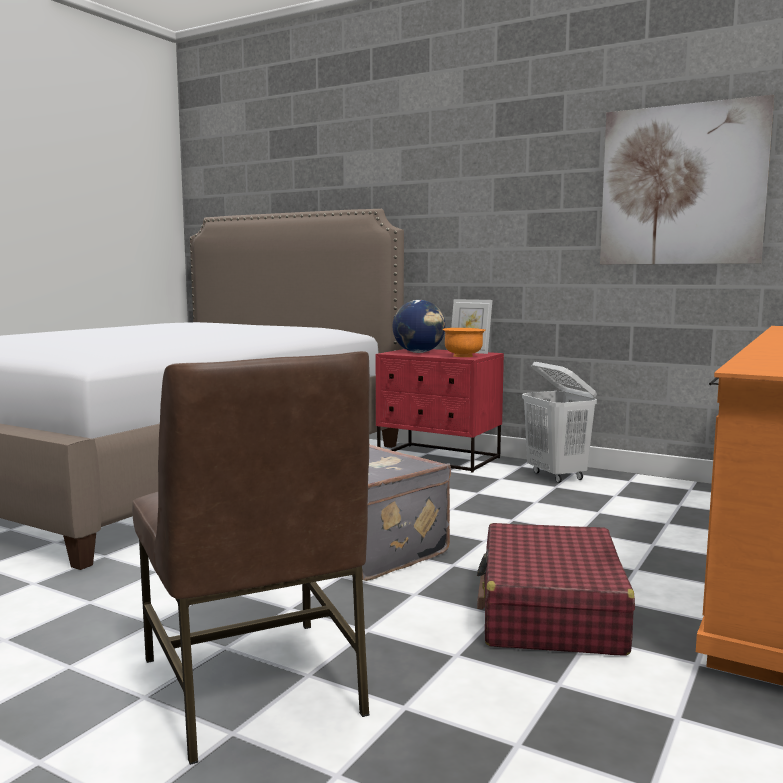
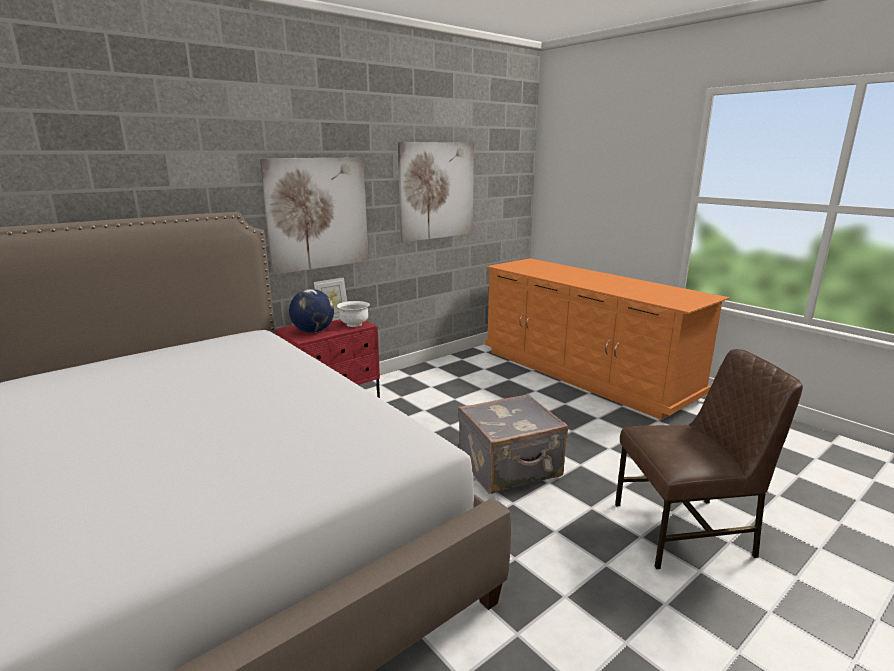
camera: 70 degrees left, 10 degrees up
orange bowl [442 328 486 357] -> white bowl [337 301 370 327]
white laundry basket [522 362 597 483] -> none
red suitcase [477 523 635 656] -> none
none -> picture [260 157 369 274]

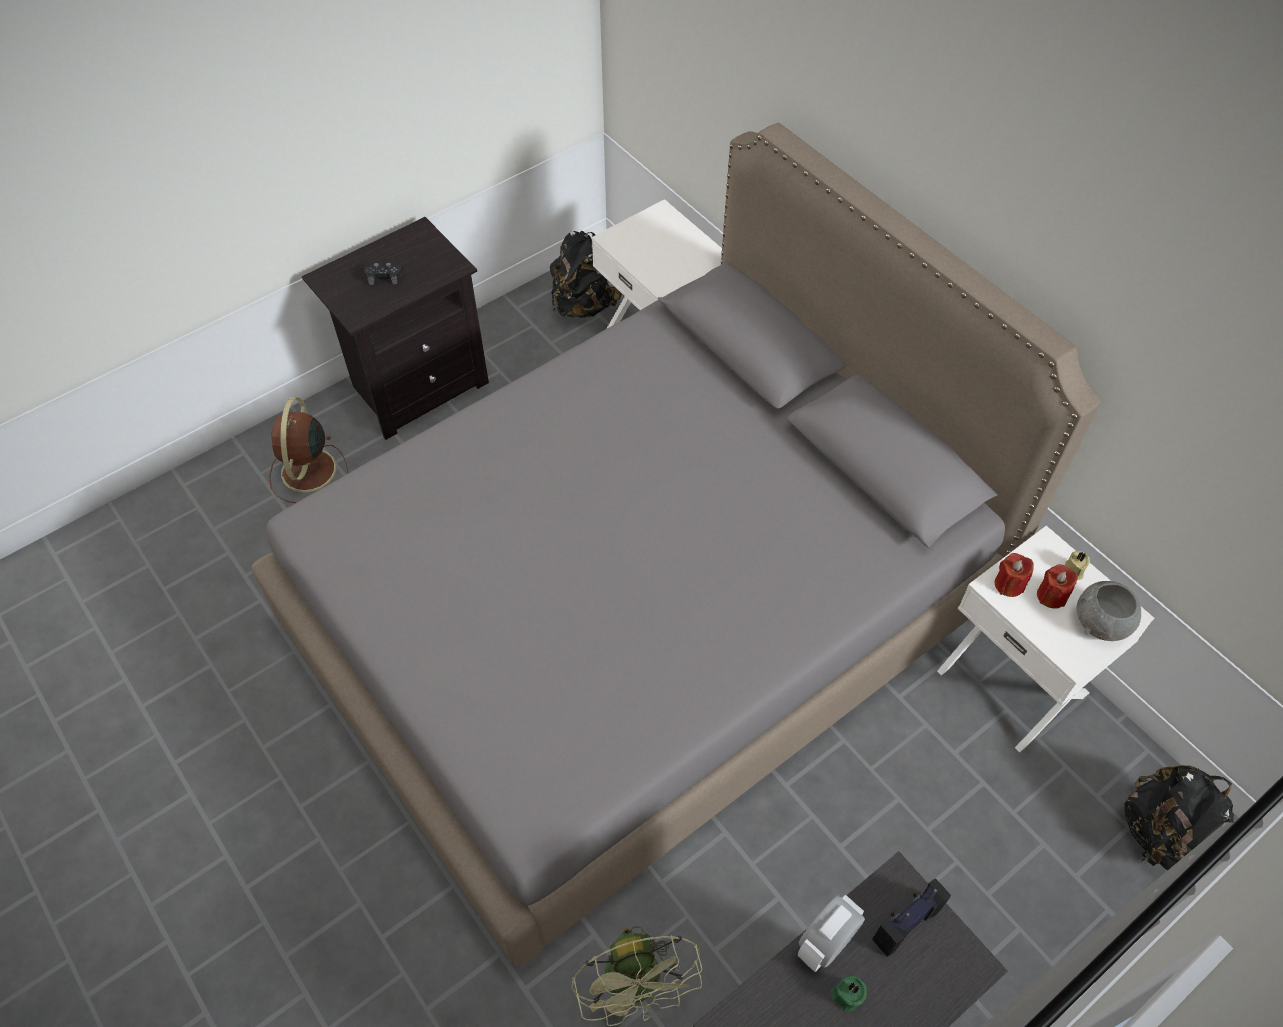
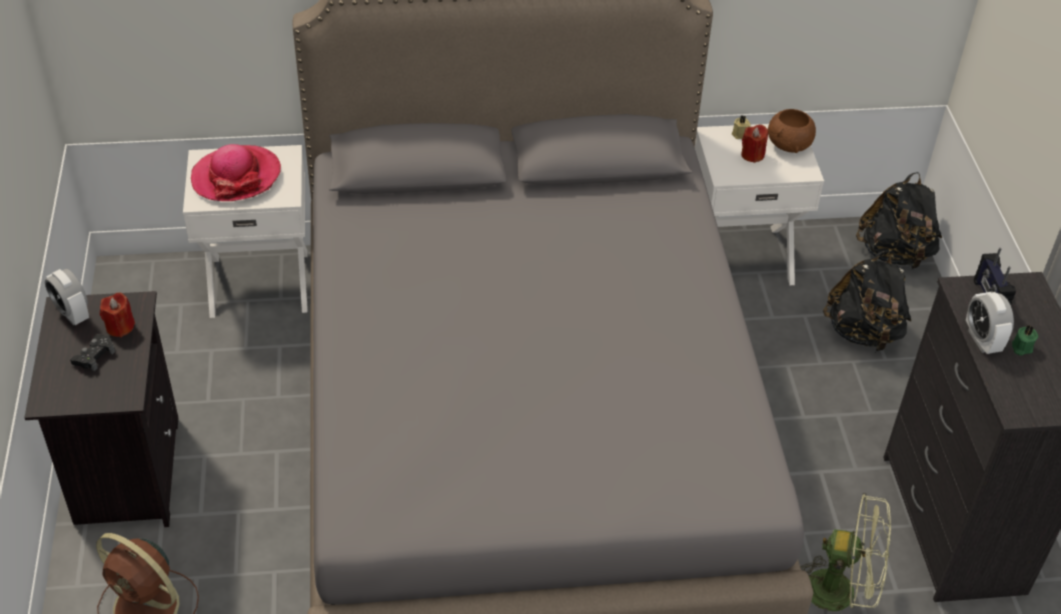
camera: 60 degrees left, 10 degrees down
black backpack [550 231 622 318] -> black backpack [823 250 911 351], shifted
red candle [995 553 1034 597] -> red candle [100 292 135 337], shifted
grey bowl [1077 581 1141 641] -> brown bowl [768 109 816 153]
none -> hat [191 144 281 201]
none -> alarm clock [45 269 89 325]

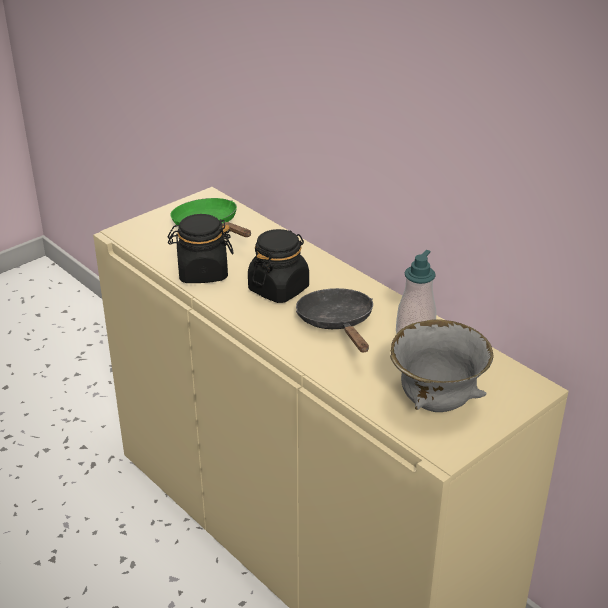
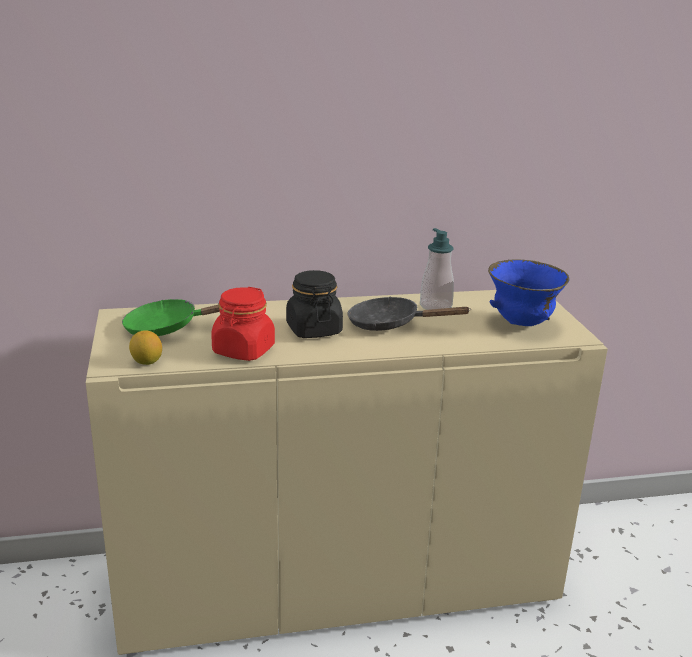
camera: 60 degrees left, 10 degrees down
black jar [168 214 234 283] -> red jar [211 287 275 361]
grey bowl [390 319 493 412] -> blue bowl [488 259 569 326]
none -> lemon [129 330 162 365]

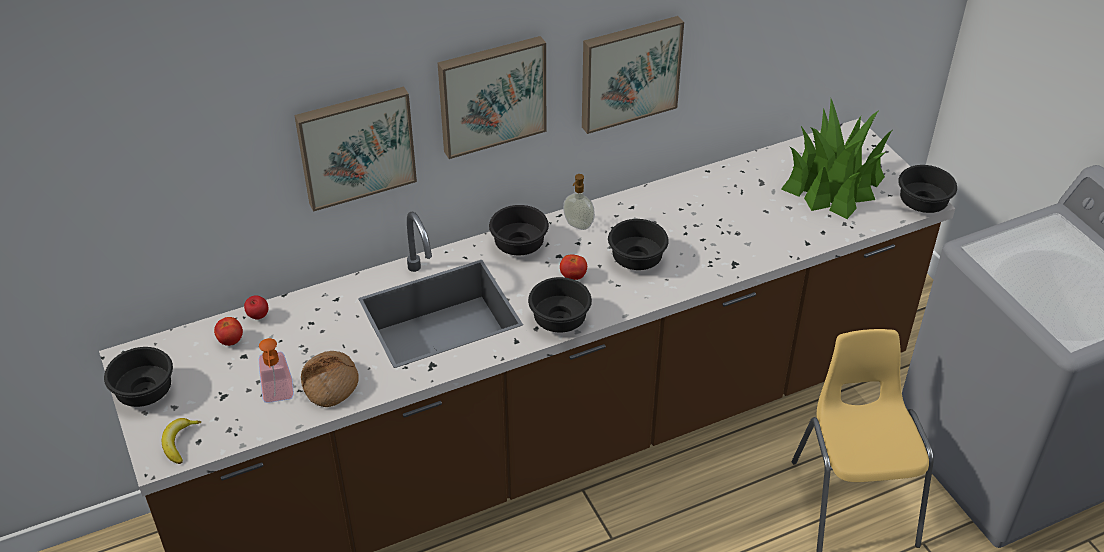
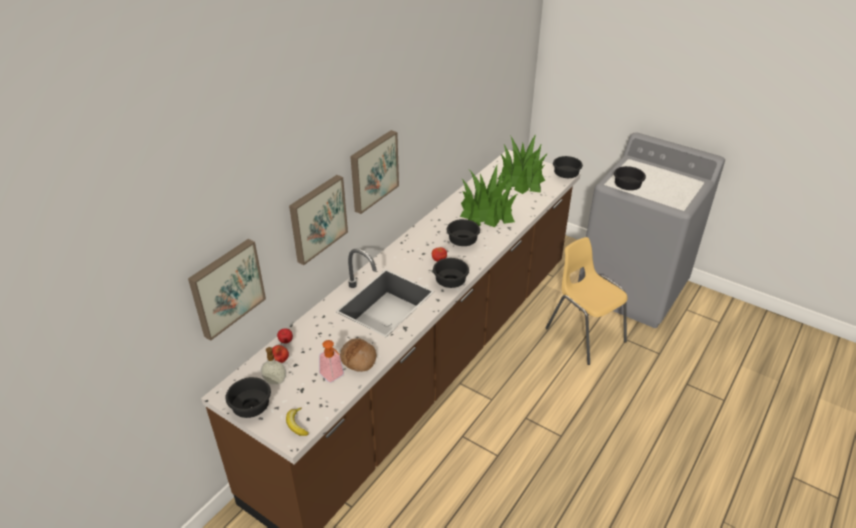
camera: 30 degrees left, 5 degrees down
picture [582 16 684 134] -> picture [188 239 266 341], shifted
soap dispenser [563 174 595 230] -> soap dispenser [261 347 286 384], shifted
black bowl [489 205 549 255] -> black bowl [614 166 646 190], shifted
none -> potted plant [460 165 518 227]

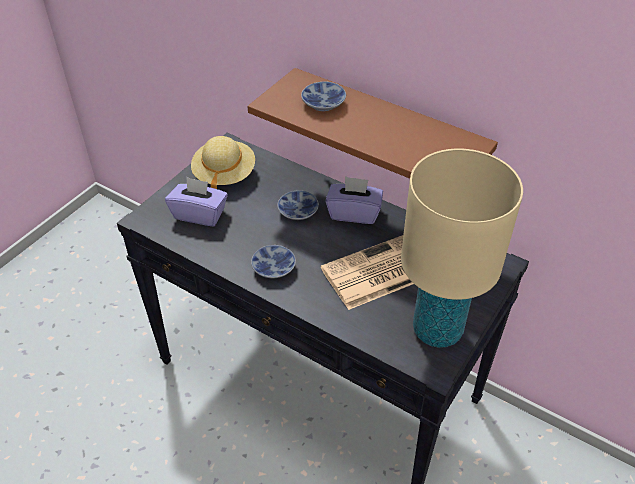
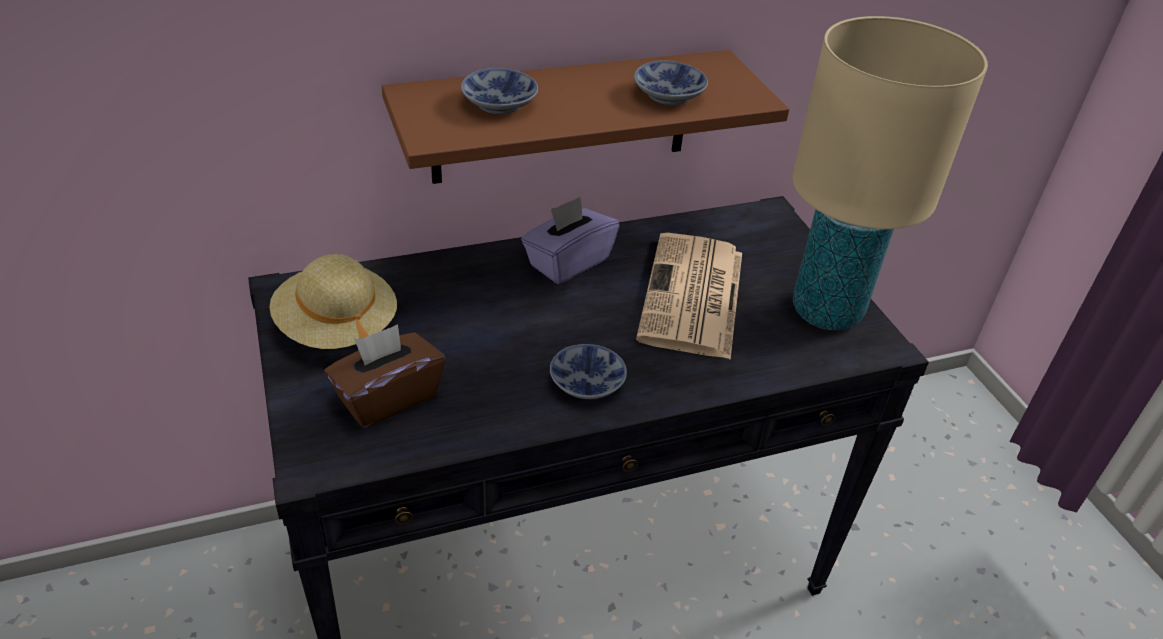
camera: 55 degrees left, 5 degrees down
purple tissue box [165 177 228 226] -> brown tissue box [324 324 445 428]
bowl [277 190 319 220] -> bowl [634 60 708 105], shifted

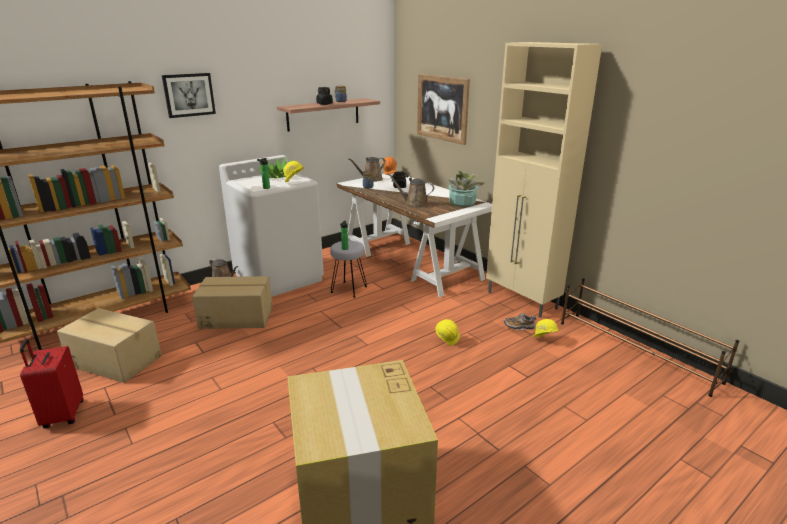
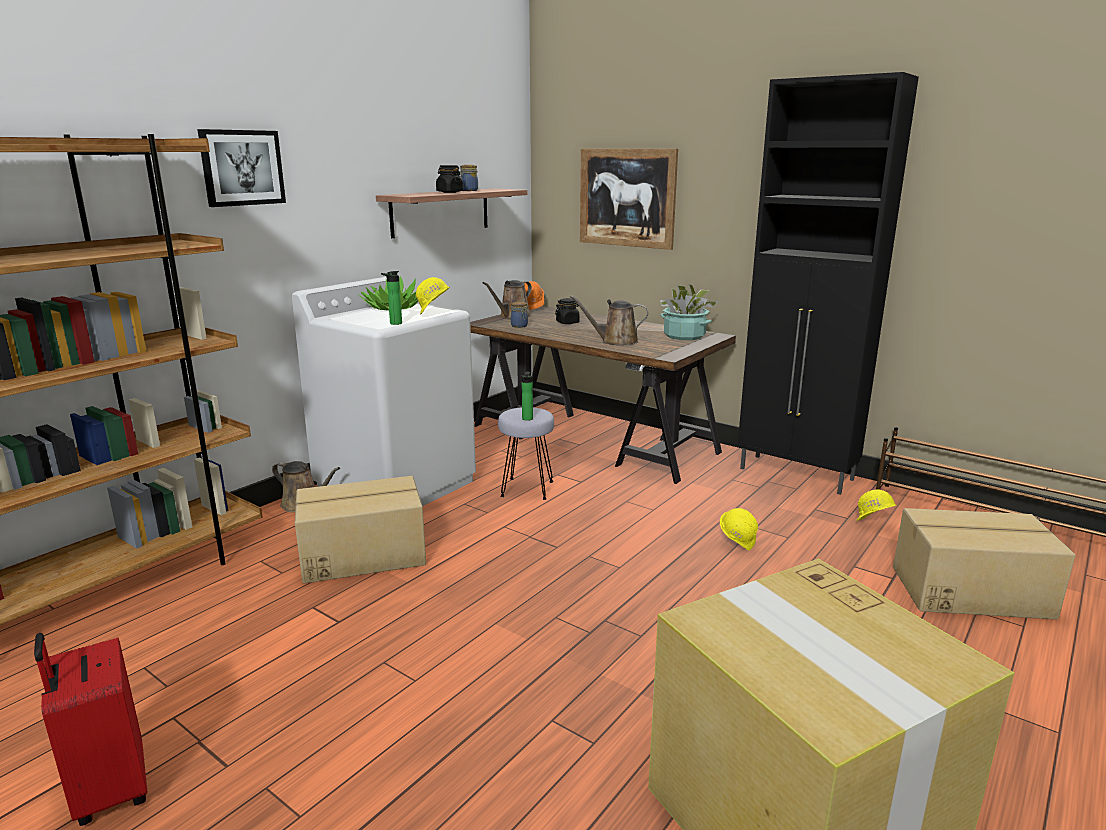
camera: 15 degrees left, 5 degrees down
beige cabinet [486 42 602 318] -> black cabinet [738 72 919 495]
white desk [337 174 492 298] -> brown desk [470 306 736 484]
cardboard box [57 308 162 383] -> cardboard box [893 508 1076 620], shifted
shoe [504 313 537 330] -> none

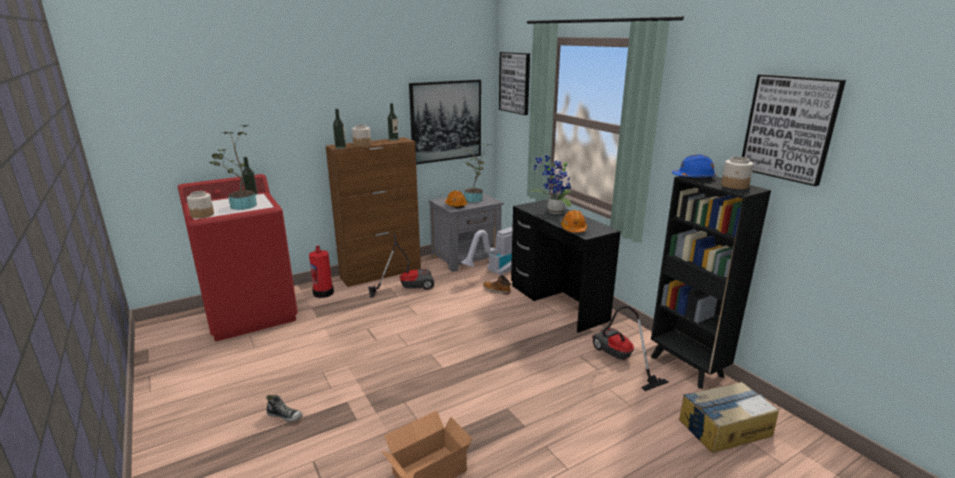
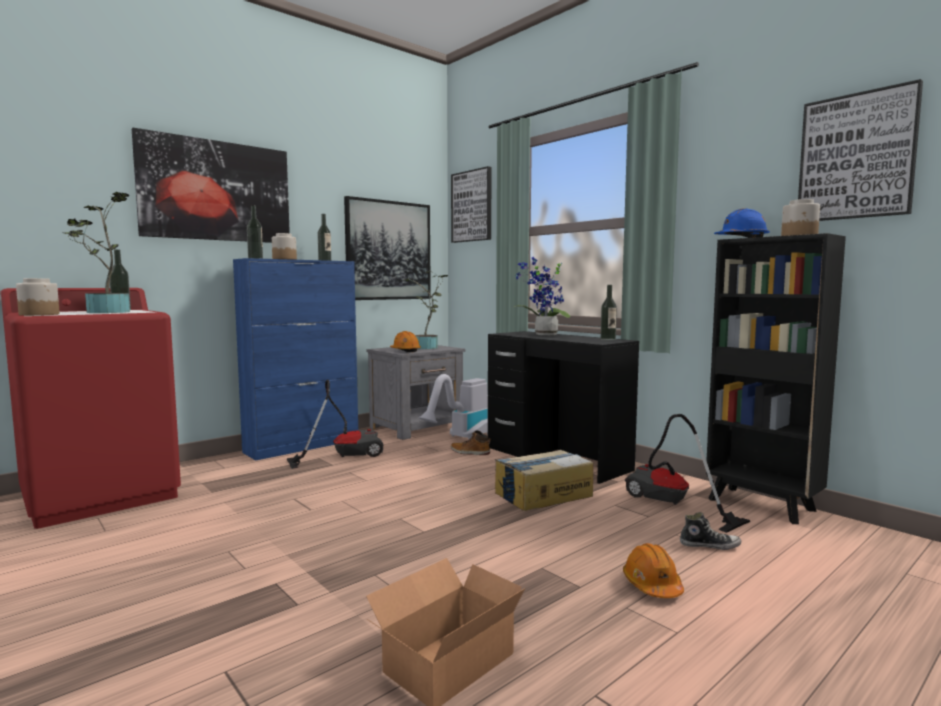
camera: 10 degrees left, 15 degrees down
brown cabinet [326 137 421 287] -> blue cabinet [233 258 358 461]
orange hard hat [561 210 587 233] -> orange hard hat [623 543 684 598], shifted
fire extinguisher [309 245 334 298] -> none
cardboard box [679 382 779 453] -> cardboard box [495 450 593 511], shifted
shoe [266 395 303 422] -> shoe [680 512 741 550], shifted
none -> picture [132 128 290 243]
none -> bottle [601 285 617 340]

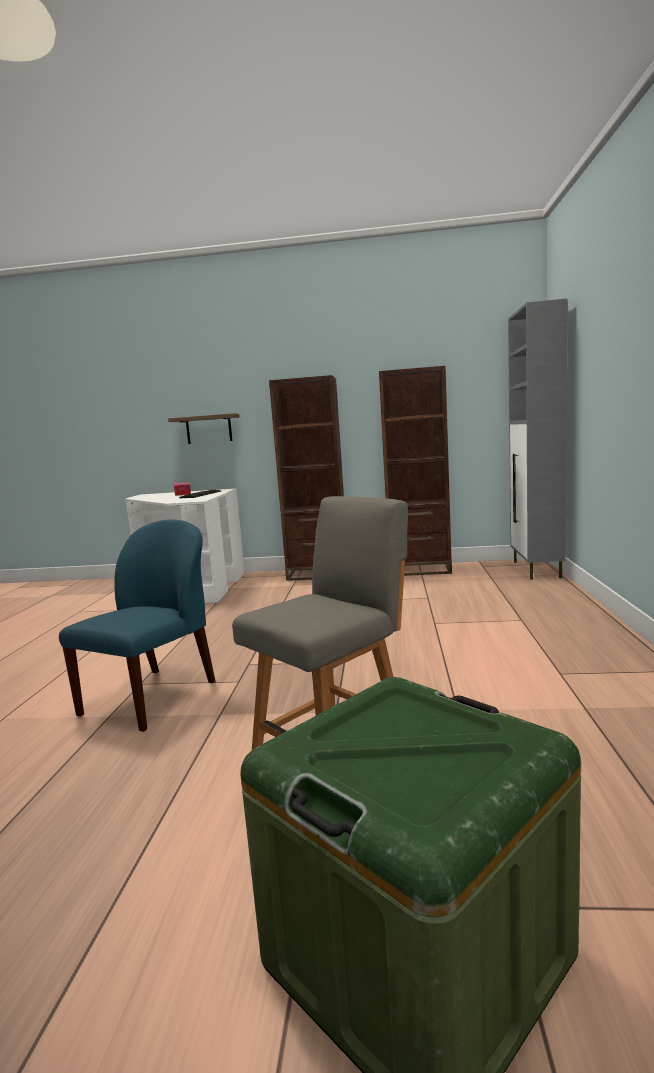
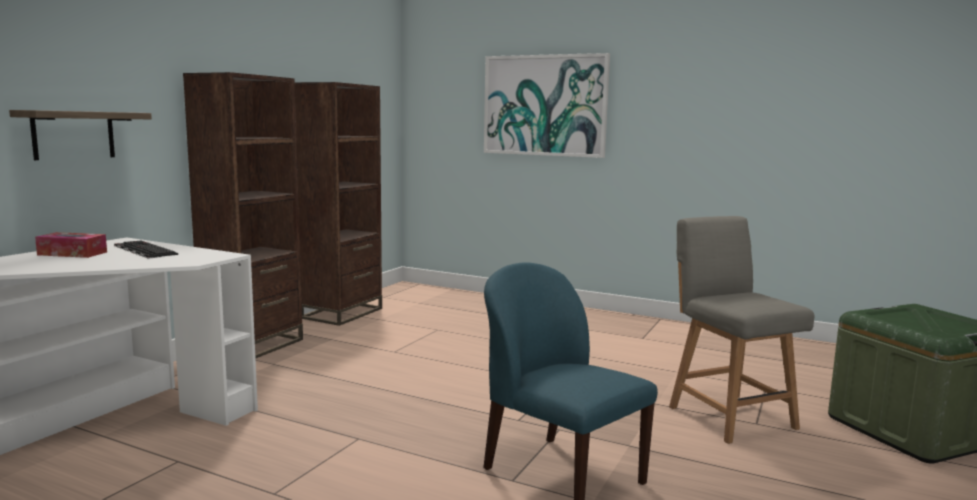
camera: 70 degrees left, 0 degrees up
grey cabinet [508 298 568 579] -> none
none -> picture [484 53 610 158]

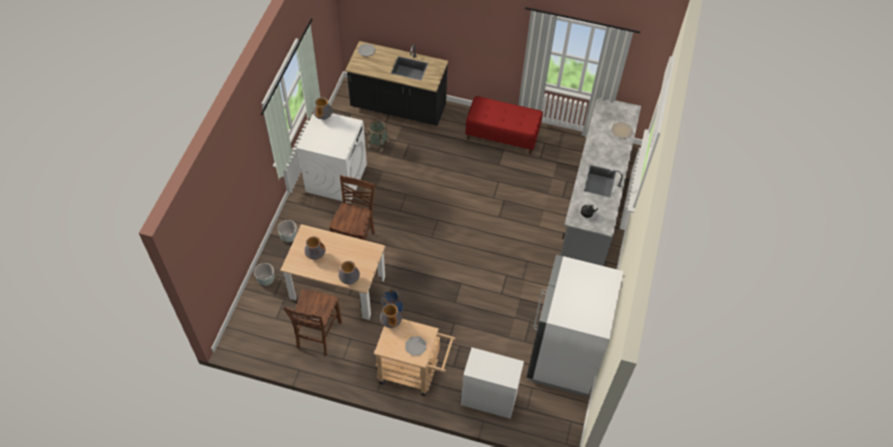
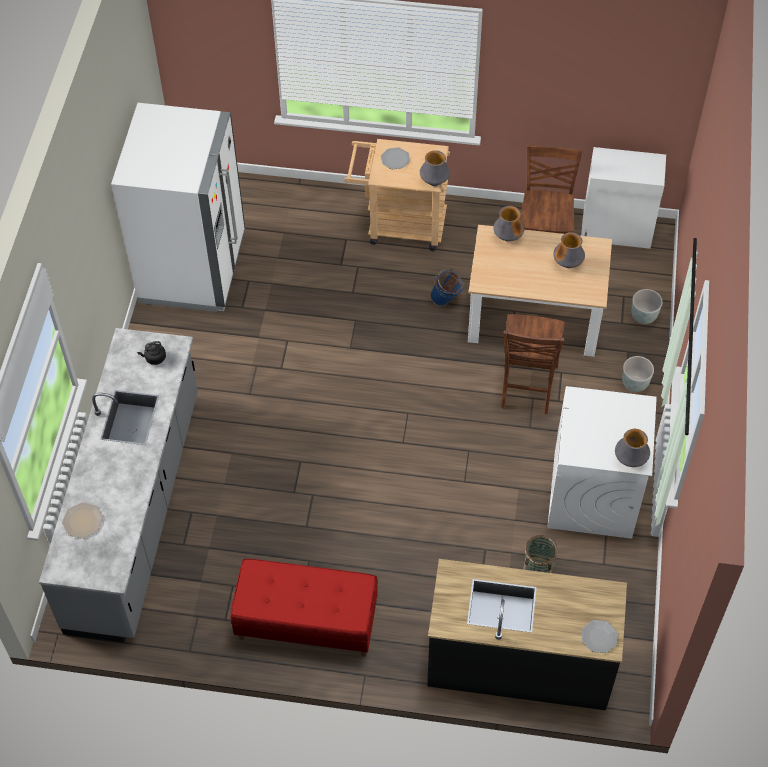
camera: 175 degrees right, 0 degrees up
white cabinet [461 347 524 419] -> white cabinet [581 147 666 249], shifted

